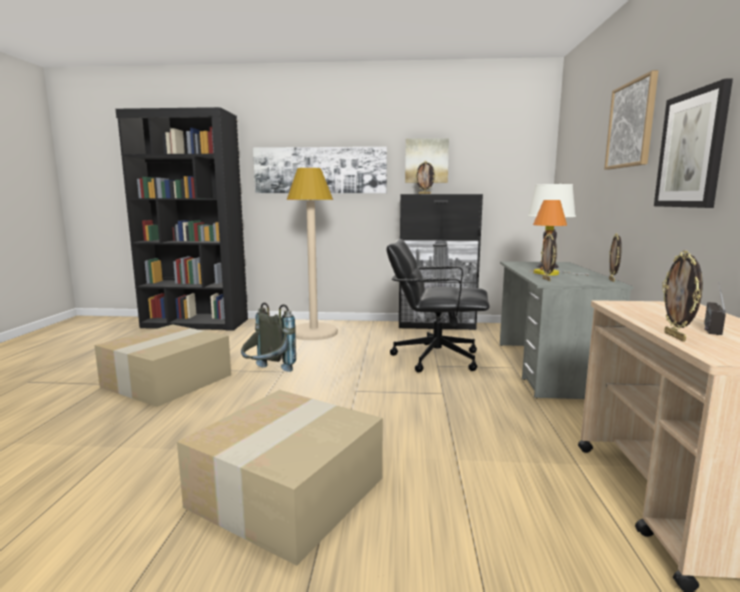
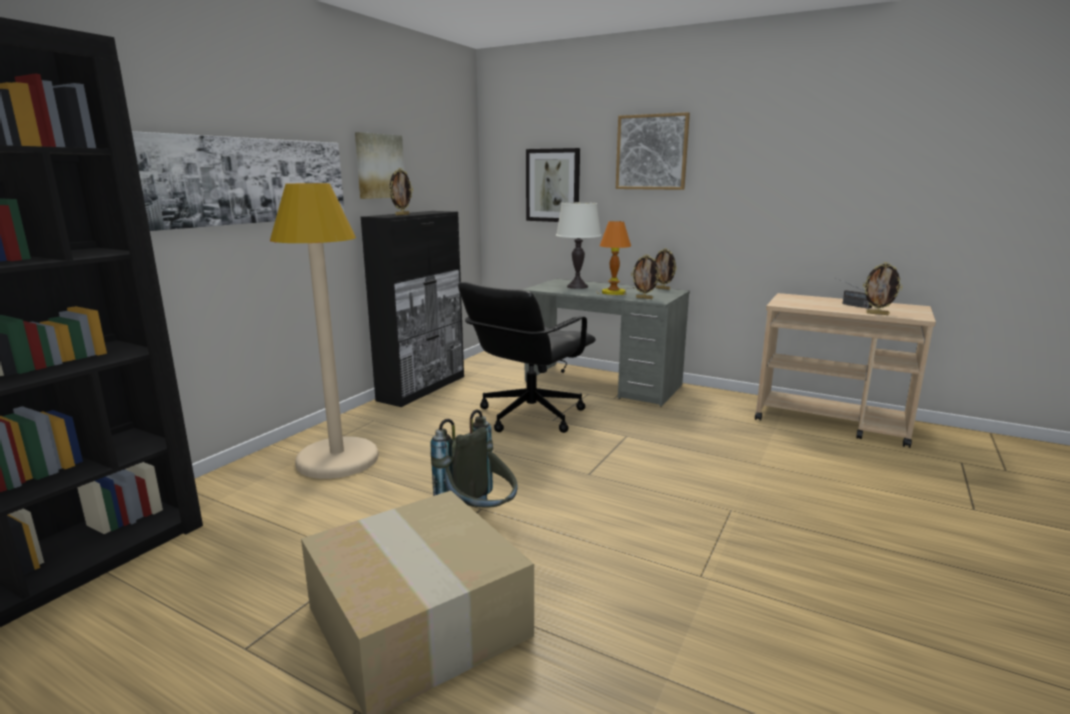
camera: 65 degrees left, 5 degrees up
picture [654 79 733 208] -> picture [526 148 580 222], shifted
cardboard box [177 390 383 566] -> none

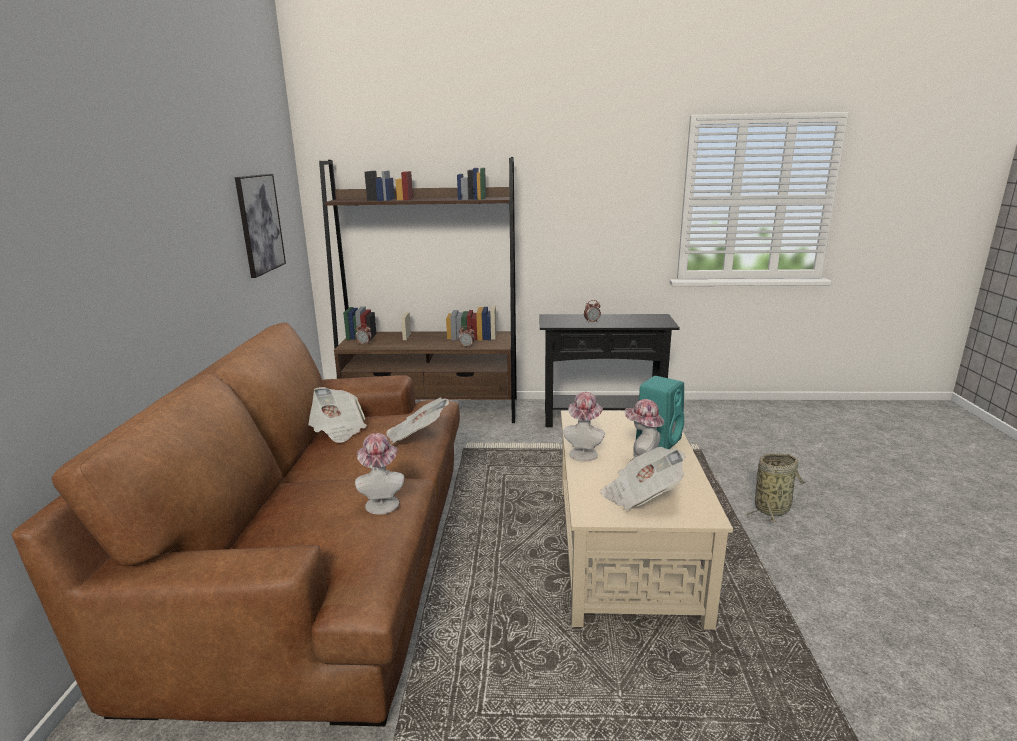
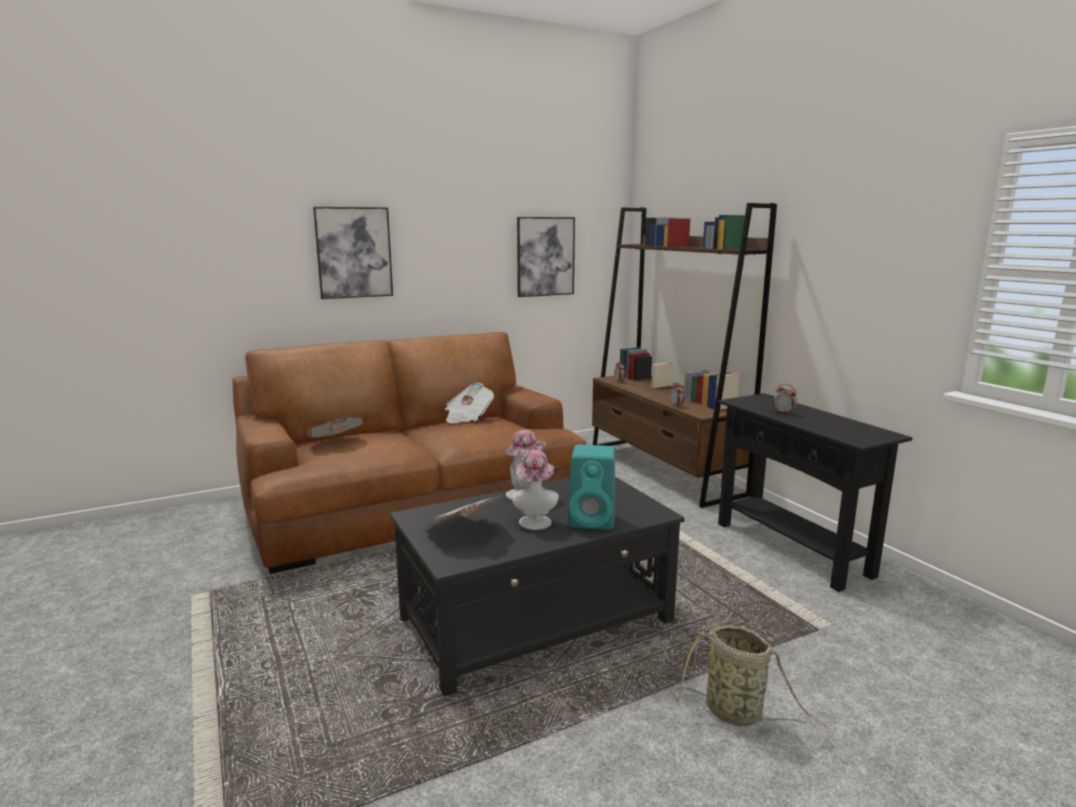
camera: 60 degrees right, 5 degrees down
newspaper [386 397 449 444] -> newspaper [308 417 363 438], shifted
beige coffee table [561 411 733 630] -> black coffee table [390 477 685 697]
hat [355 433 404 515] -> none
none -> picture [313 207 393 299]

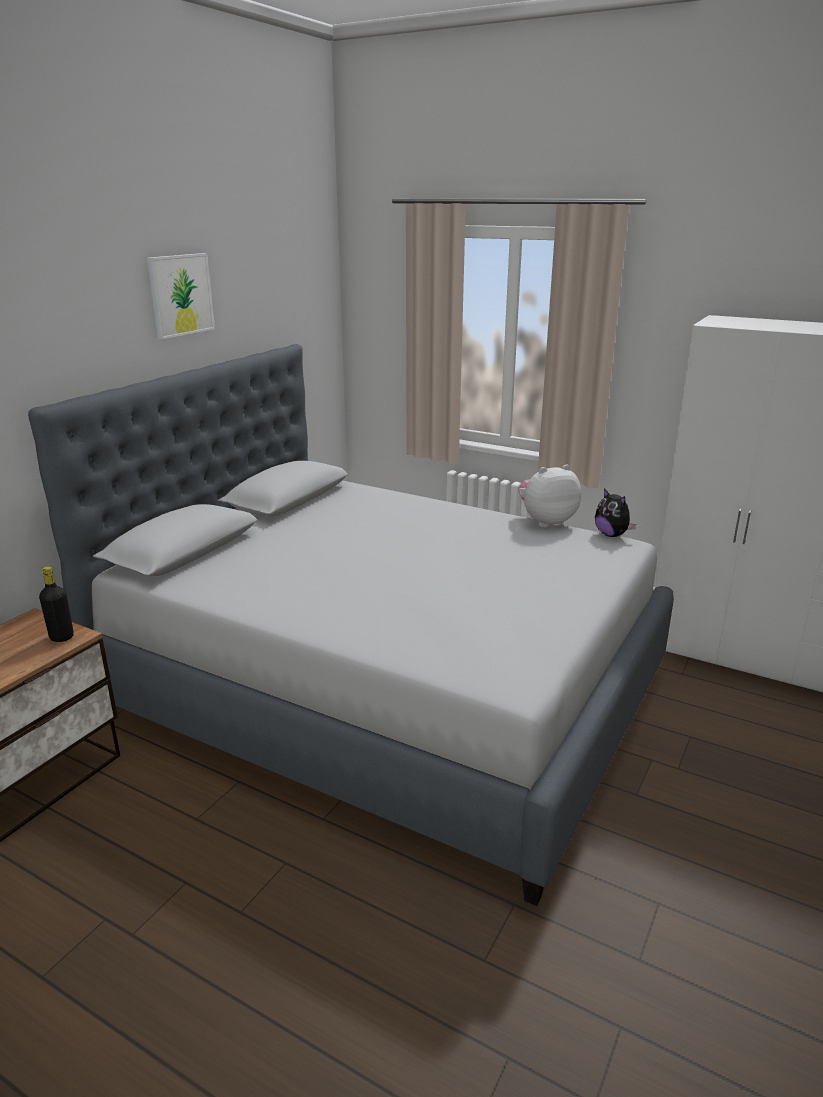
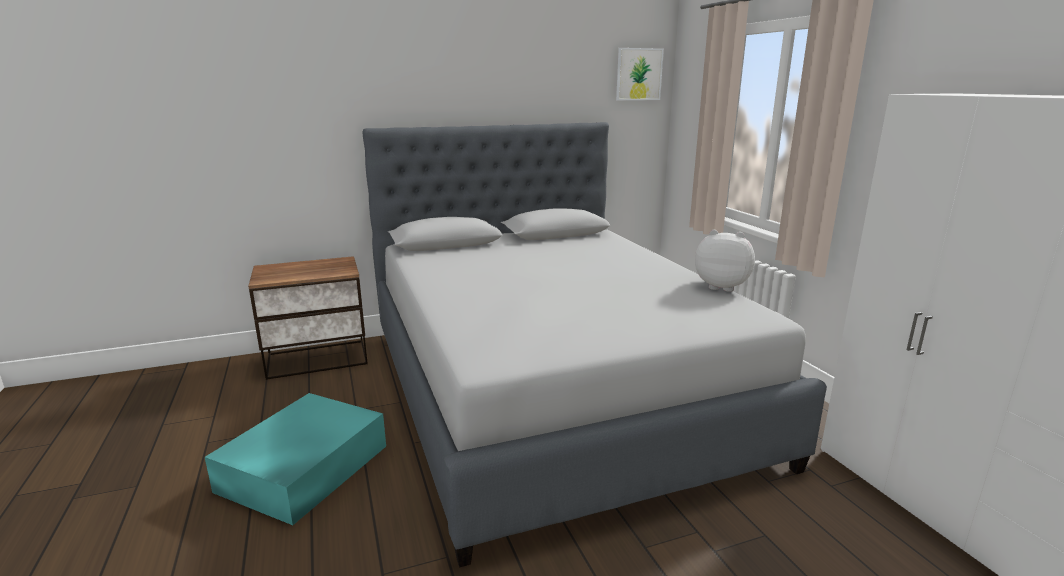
camera: 40 degrees right, 5 degrees down
picture [147 253 215 340] -> picture [616 48 664 100], shifted
plush toy [595 488 636 537] -> none
black bottle [39 566 74 642] -> none
none -> turquoise storage box [205 393 386 525]

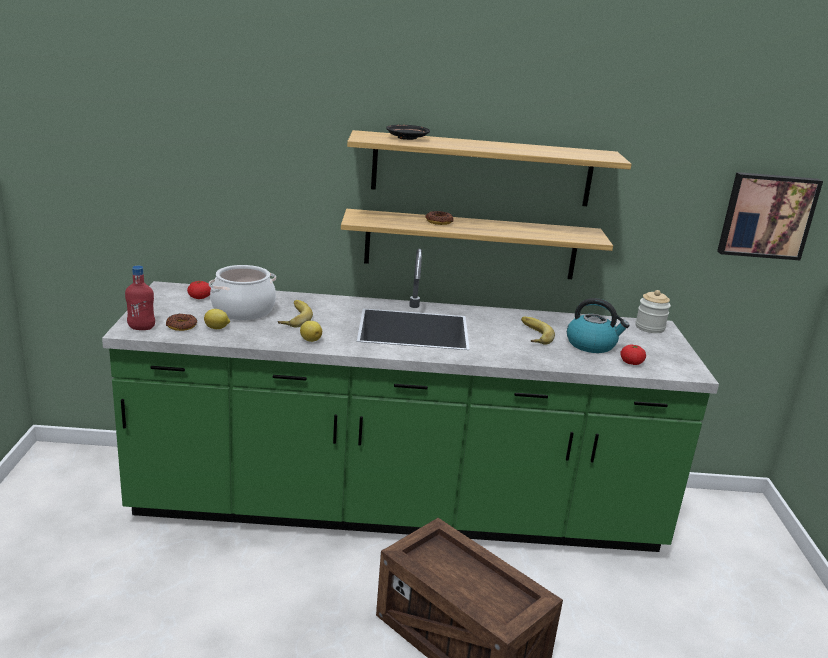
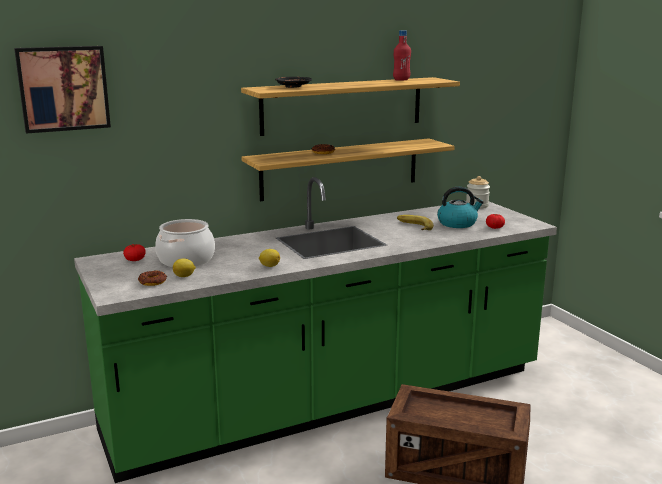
camera: 25 degrees left, 5 degrees down
picture [717 172 823 260] -> picture [14 46 111 134], shifted
red bottle [125 266 155 330] -> red bottle [393 30 411 81], shifted
banana [278 300 313 327] -> none

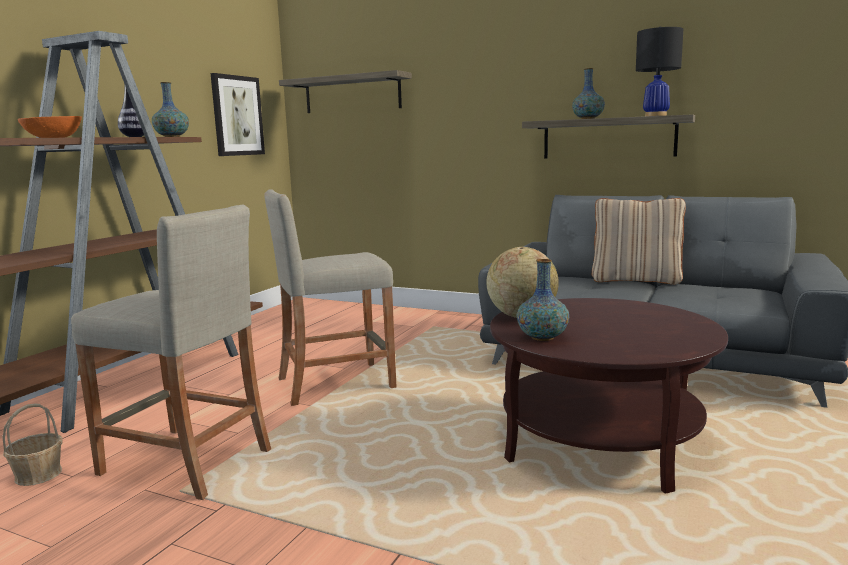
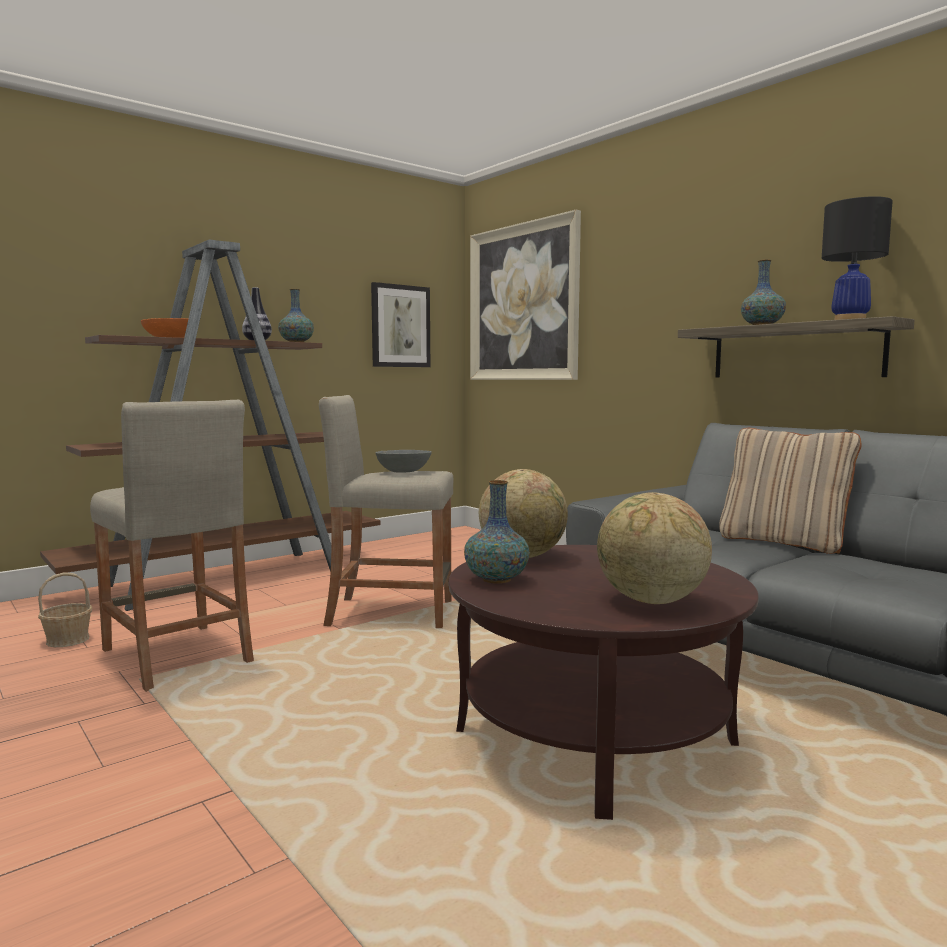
camera: 25 degrees right, 5 degrees down
shelf [279 70 412 113] -> picture [470 210 581 380]
none -> grey bowl [375 450 432 473]
none -> globe [597 492 712 604]

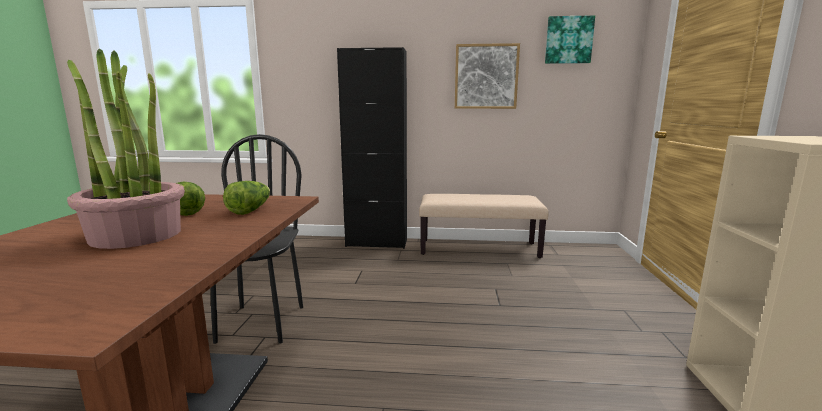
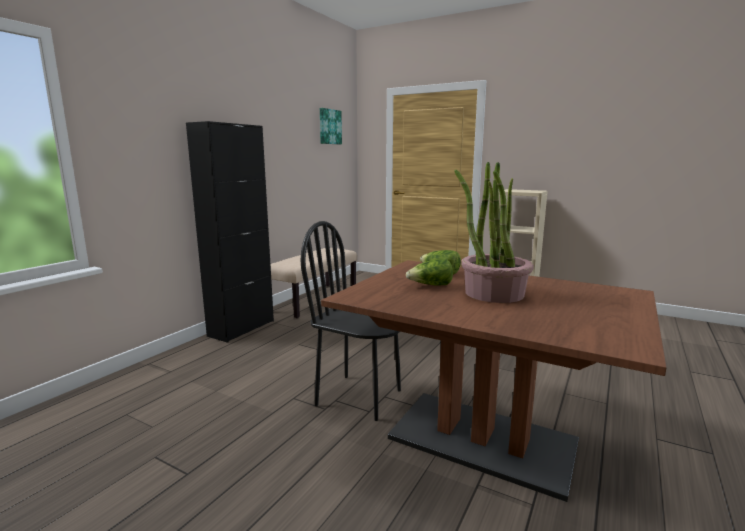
camera: 65 degrees left, 0 degrees up
picture [455 43 520 109] -> none

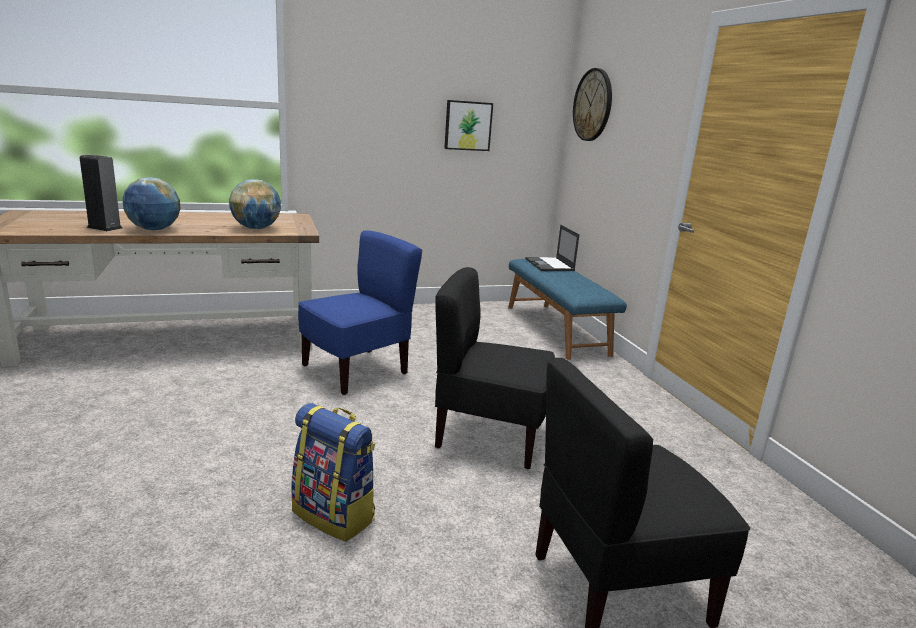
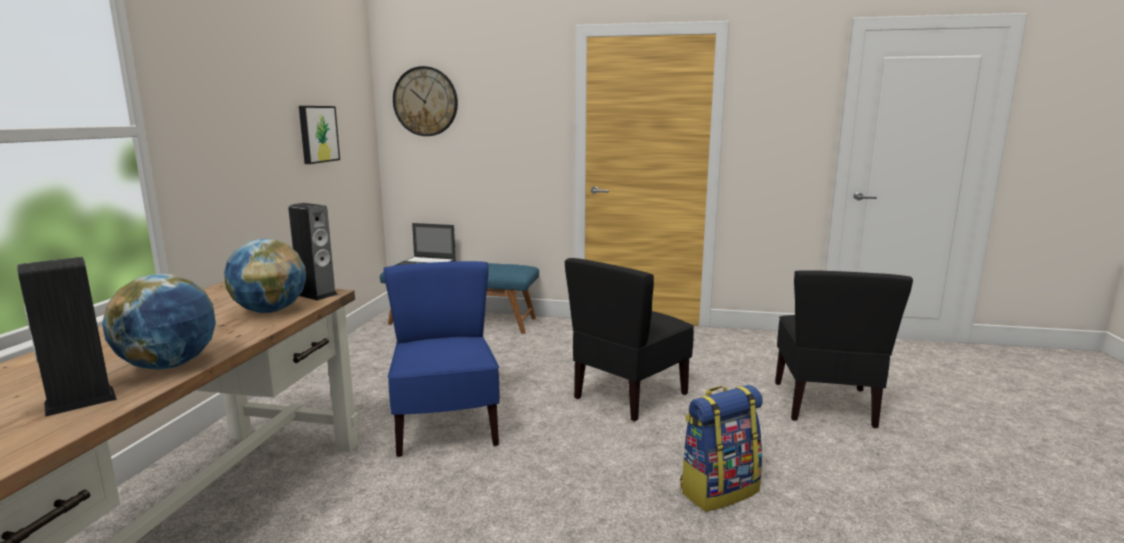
camera: 60 degrees left, 5 degrees down
none -> speaker [288 203 338 301]

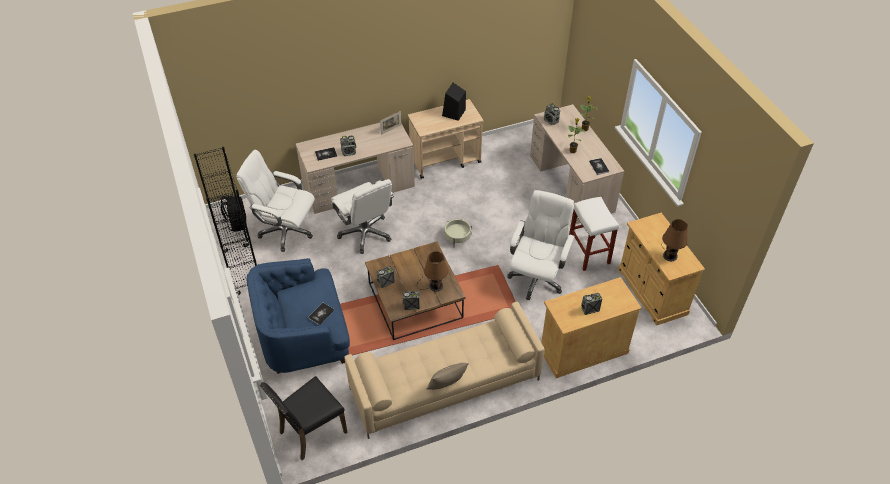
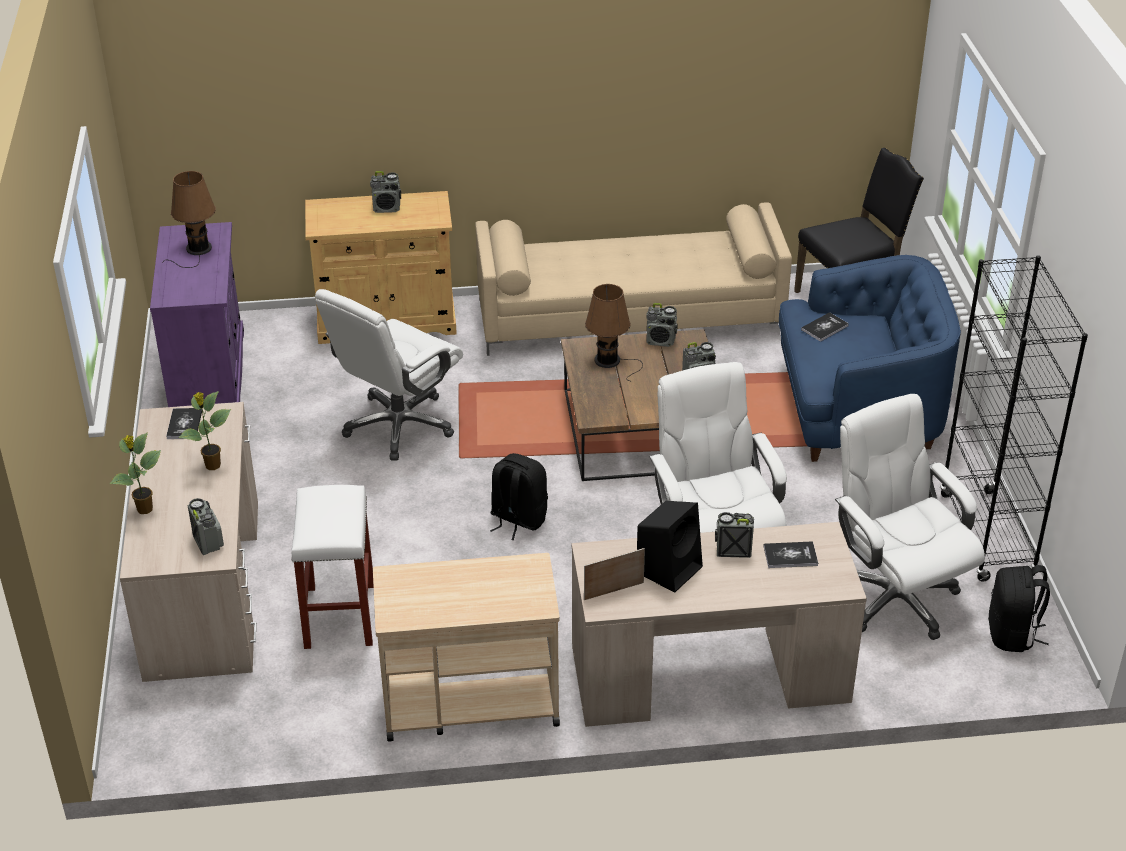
camera: 165 degrees left, 10 degrees down
black speaker [442 83 466 121] -> black speaker [637 501 703 593], shifted
white office chair [236 150 315 252] -> white office chair [835 394 985 640], 150 degrees counterclockwise
white stool [569 197 619 271] -> white stool [291 485 374 649], shifted
beige cabinet [618 213 705 326] -> purple cabinet [150 222 244 407]
beige planter [444 219 471 244] -> black backpack [490 453 548 540]
beige pillow [427 363 469 390] -> none

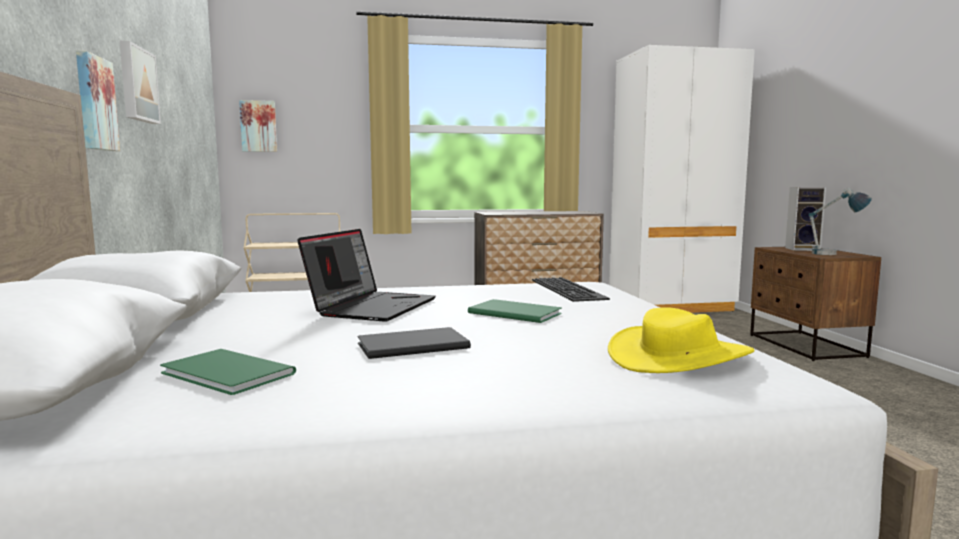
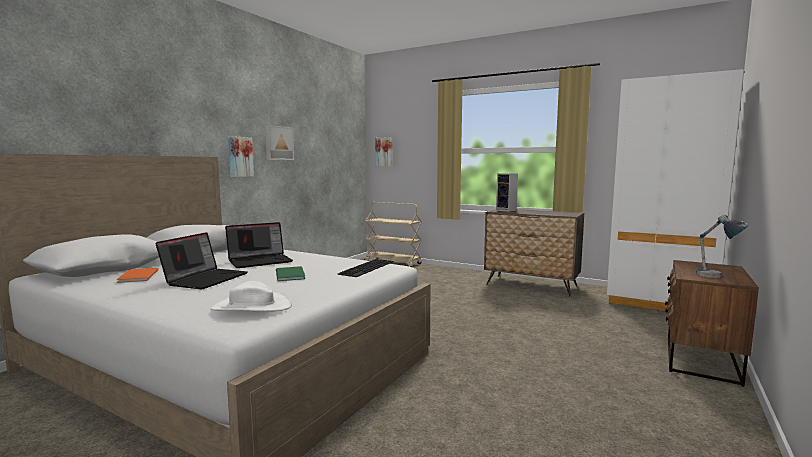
camera: 40 degrees right, 0 degrees up
speaker [785 187 826 251] -> speaker [496 173 518 212], shifted
yellow hat [608 307 755 373] -> white hat [210 281 292 312]
black book [358 327 471 359] -> laptop [155 232 247 289]
green book [160 349 296 395] -> orange book [116 268 159 283]

